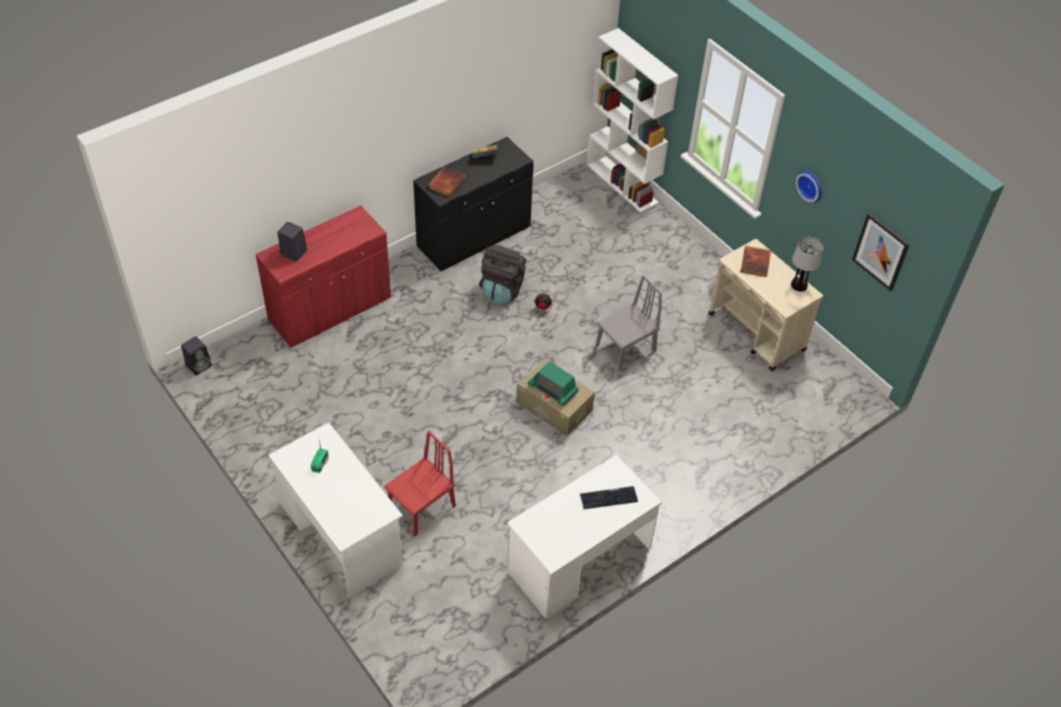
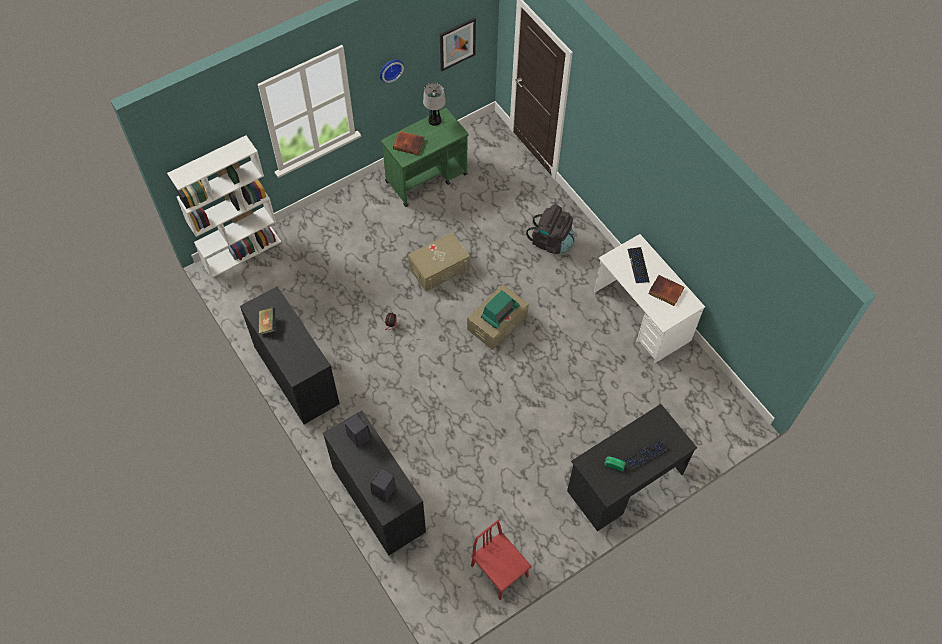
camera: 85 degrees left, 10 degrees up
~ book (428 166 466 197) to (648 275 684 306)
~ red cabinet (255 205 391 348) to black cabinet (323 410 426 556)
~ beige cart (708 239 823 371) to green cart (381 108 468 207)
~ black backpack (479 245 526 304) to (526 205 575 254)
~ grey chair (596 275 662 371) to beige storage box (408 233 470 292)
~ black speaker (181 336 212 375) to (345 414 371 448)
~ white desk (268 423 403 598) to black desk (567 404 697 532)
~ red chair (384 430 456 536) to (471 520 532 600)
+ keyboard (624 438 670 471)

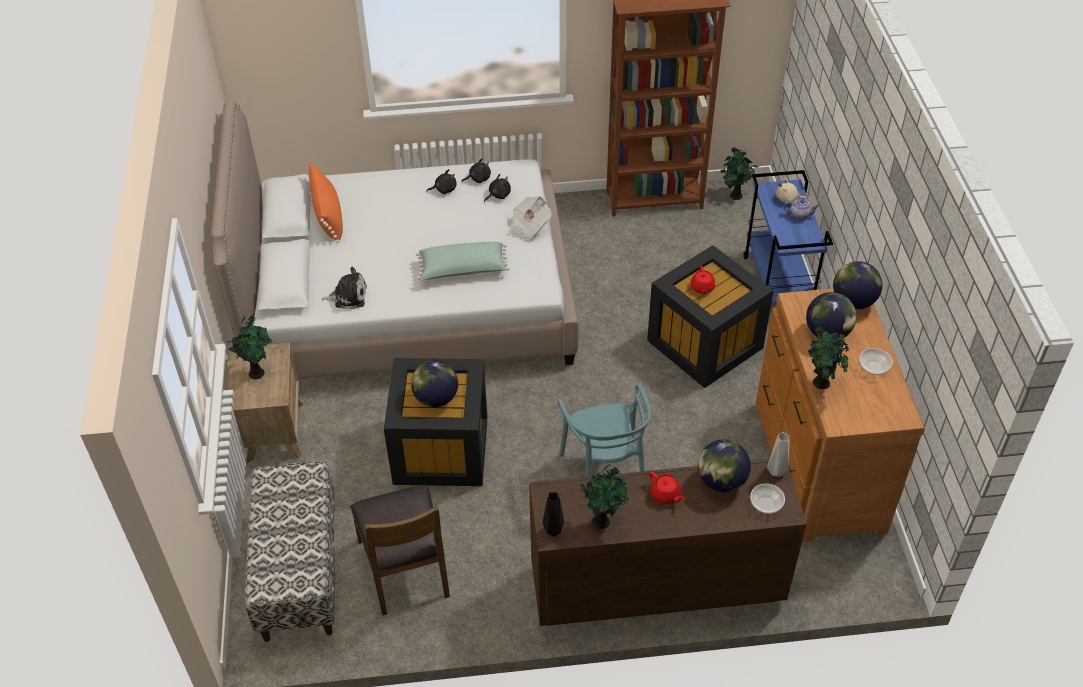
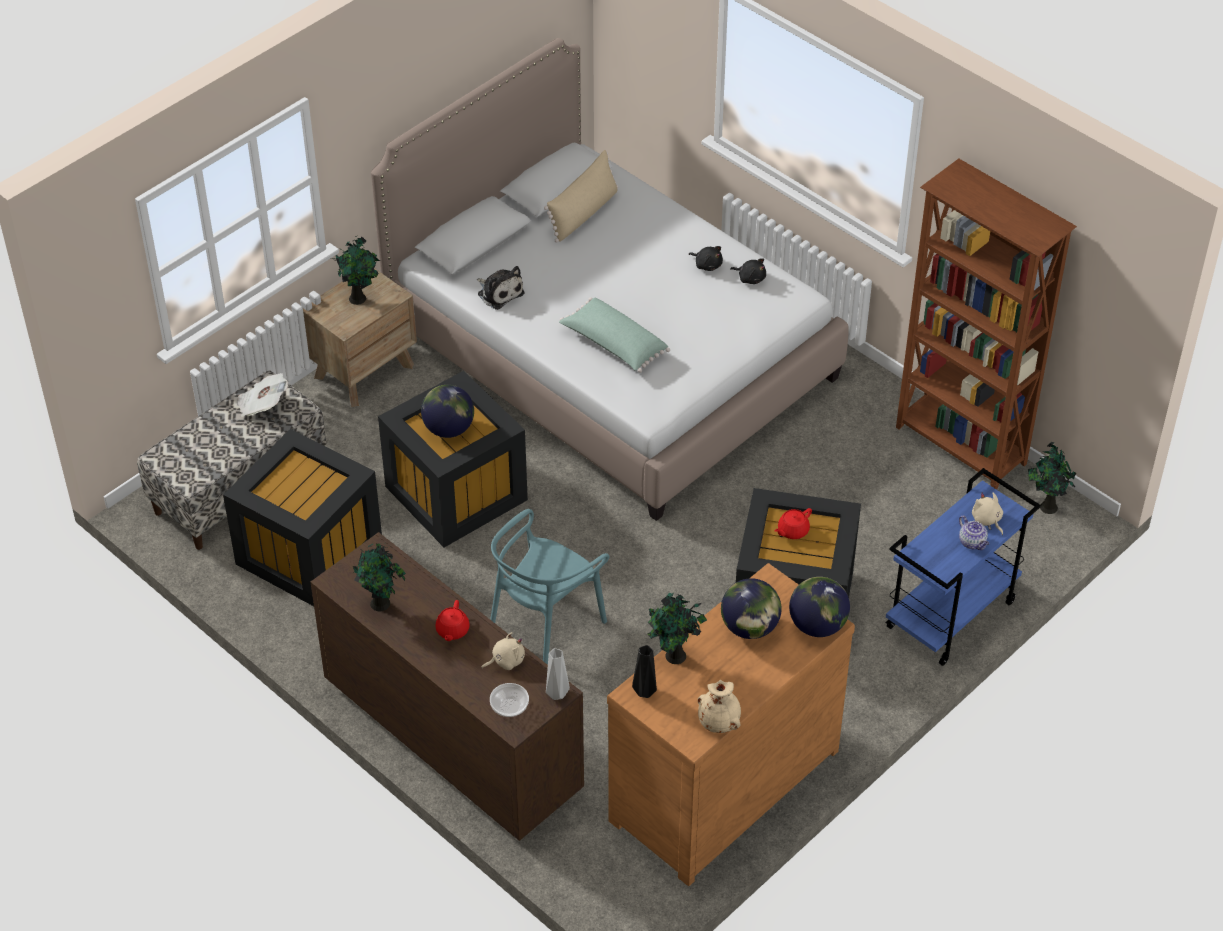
camera: 50 degrees right, 0 degrees up
~ orange pillow (309 163 343 243) to beige pillow (544 150 618 243)
- black plush toy (484 174 511 202)
~ newspaper (508 196 552 240) to (237 373 288 417)
- bowl (859 348 893 375)
~ globe (698 439 751 492) to beige plush toy (481 632 525 670)
~ brown chair (350 485 450 615) to black storage box (223 429 382 606)
~ black vase (543 492 564 537) to (632 645 657 698)
+ beige vase (698 680 741 733)

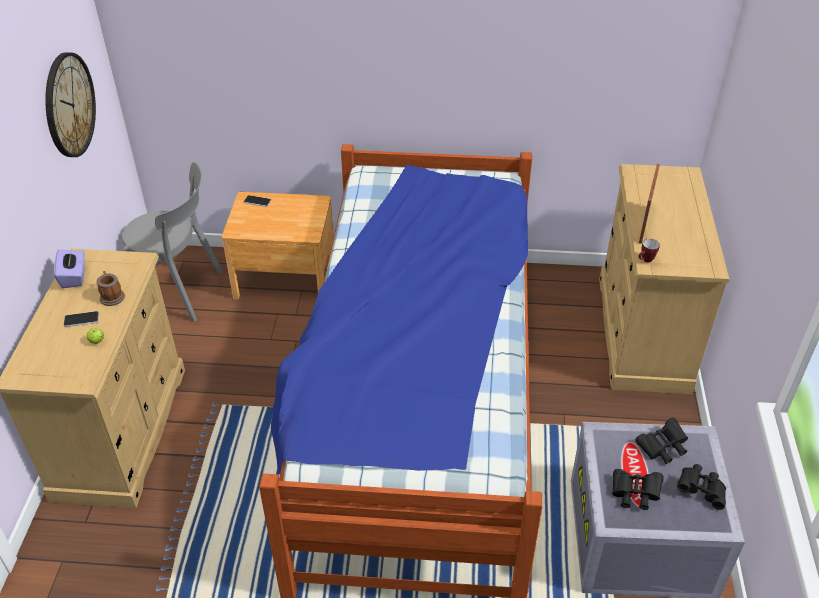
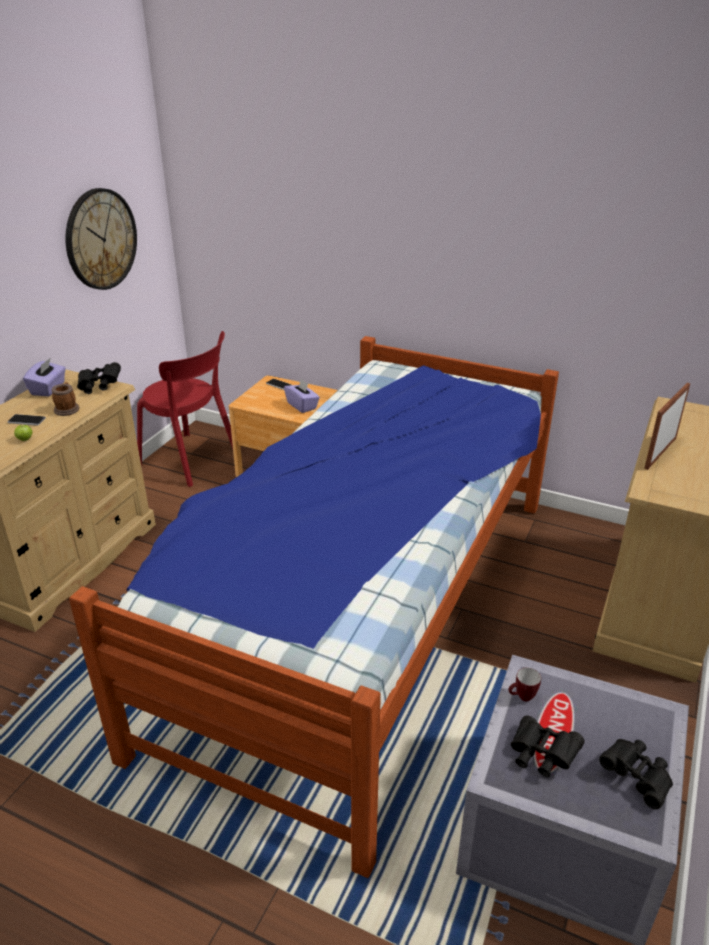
camera: 20 degrees right, 10 degrees down
~ grey chair (122 162 223 322) to red chair (137 331 233 487)
~ mug (638 239 660 262) to (509 668 541 701)
~ black binoculars (635 417 688 464) to (77 362 121 394)
+ purple tissue box (284 379 320 413)

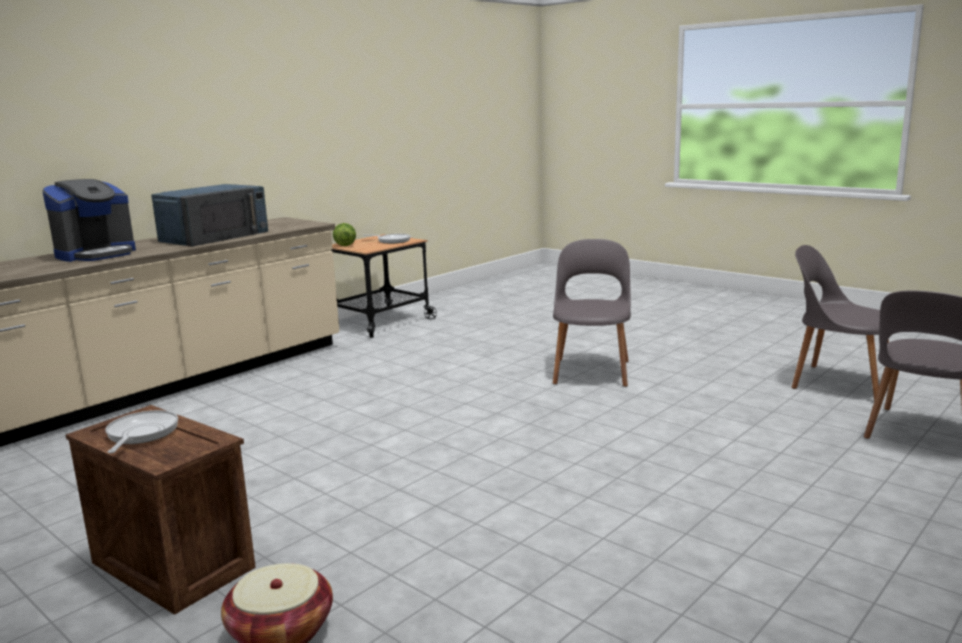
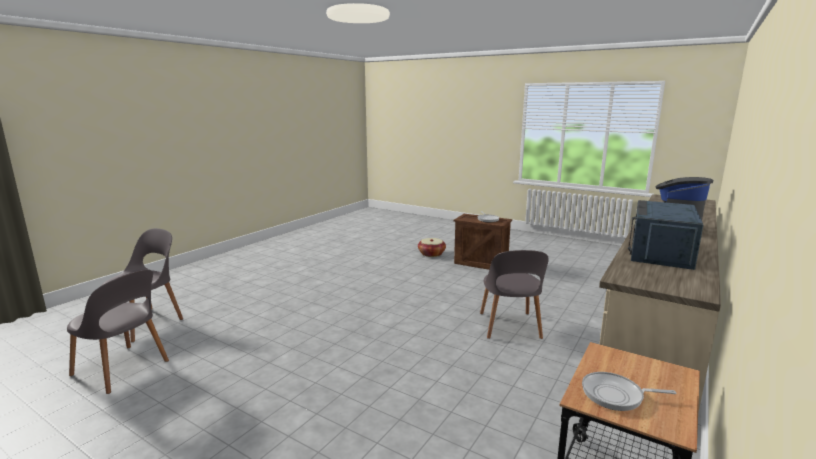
camera: 170 degrees right, 0 degrees up
- lettuce (333 223 356 246)
~ grey chair (553 239 631 387) to (480 250 549 339)

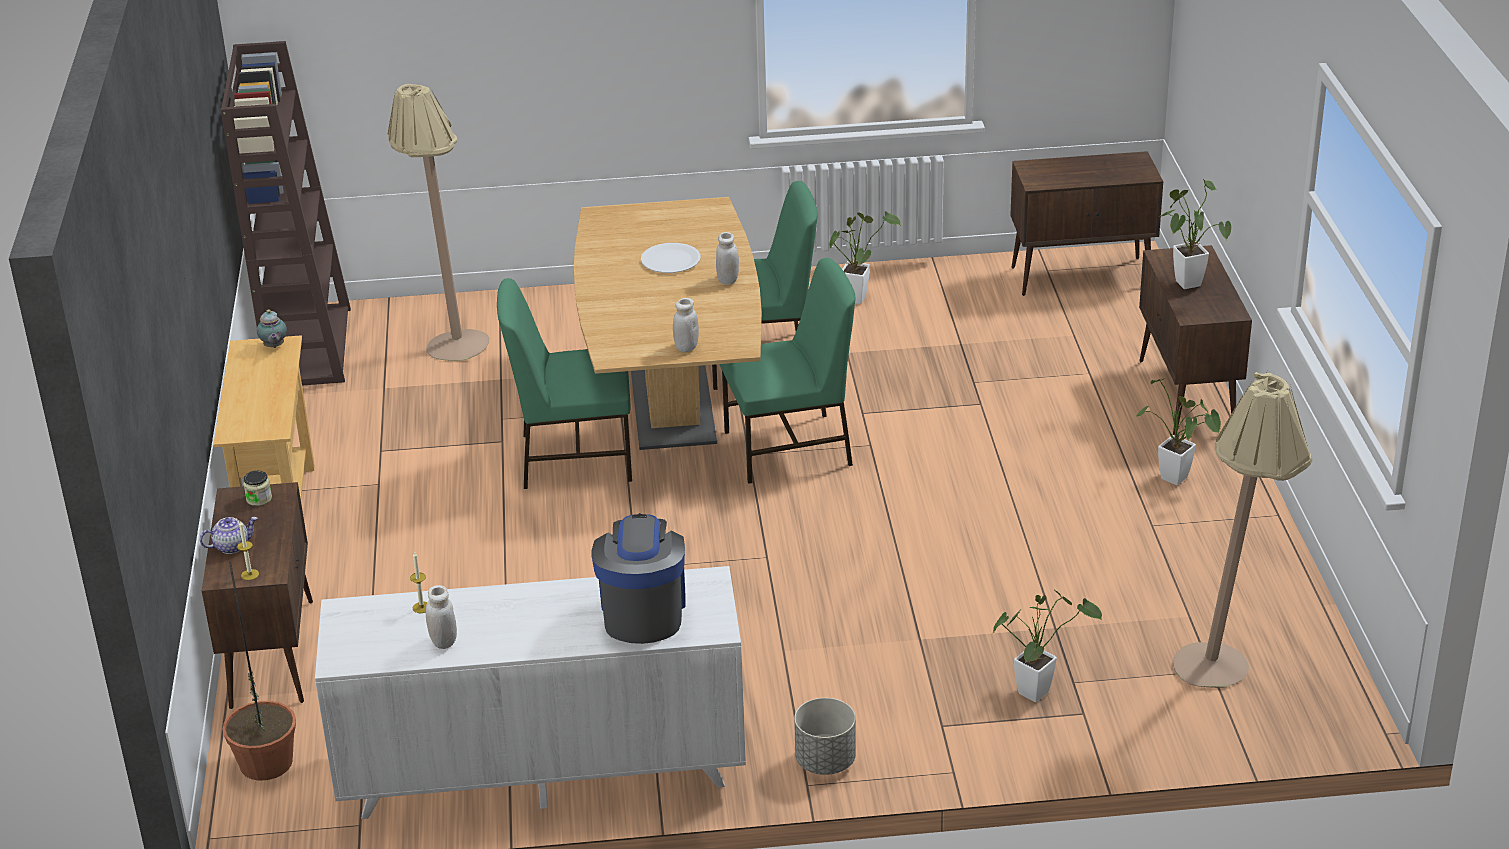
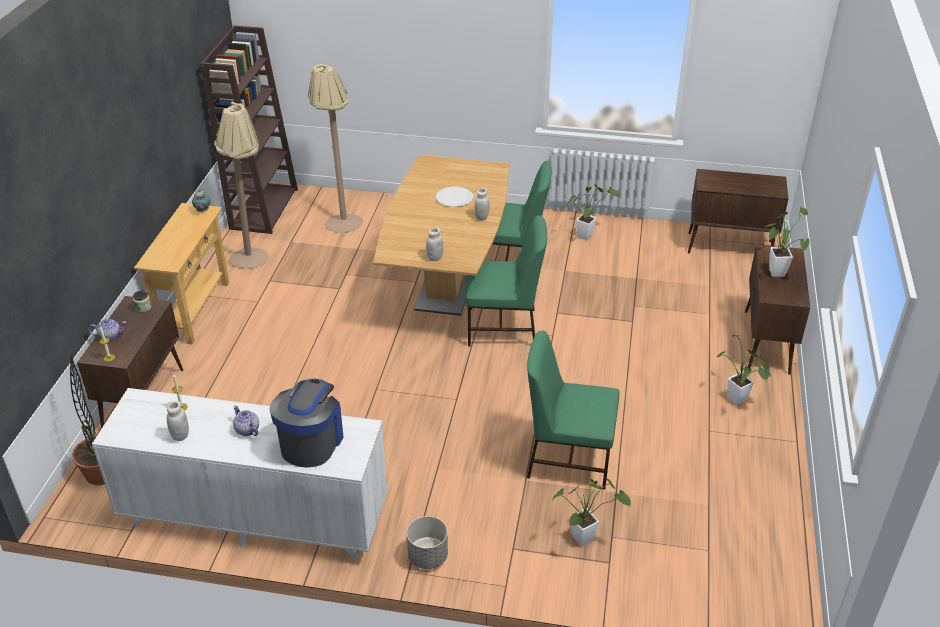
camera: 15 degrees right, 5 degrees up
~ green chair (497 278 632 489) to (527 331 620 490)
~ beige floor lamp (1173 372 1312 688) to (214 102 269 269)
+ teapot (233 406 259 436)

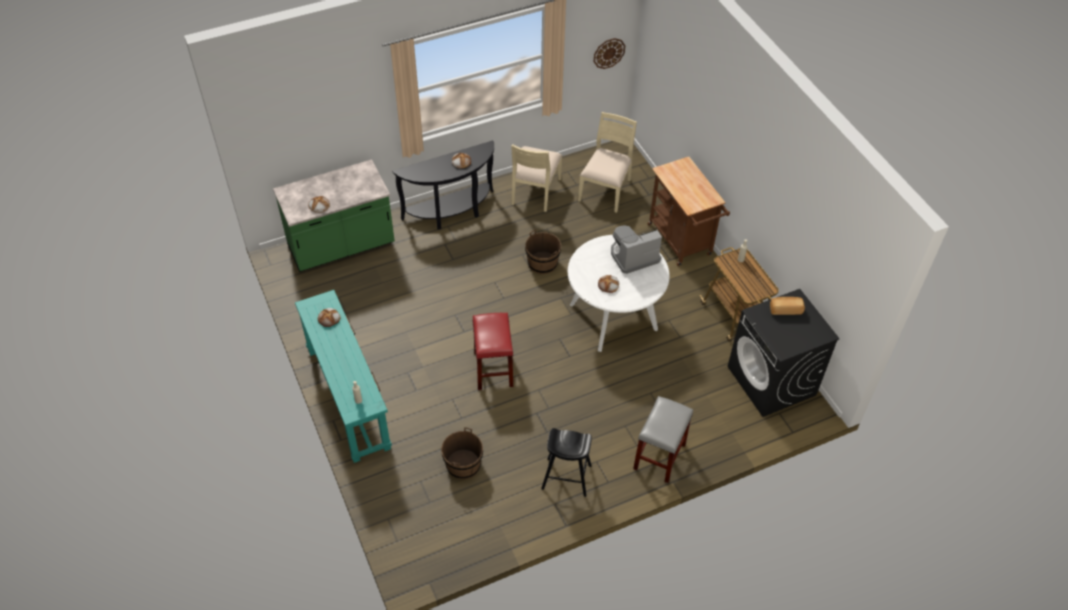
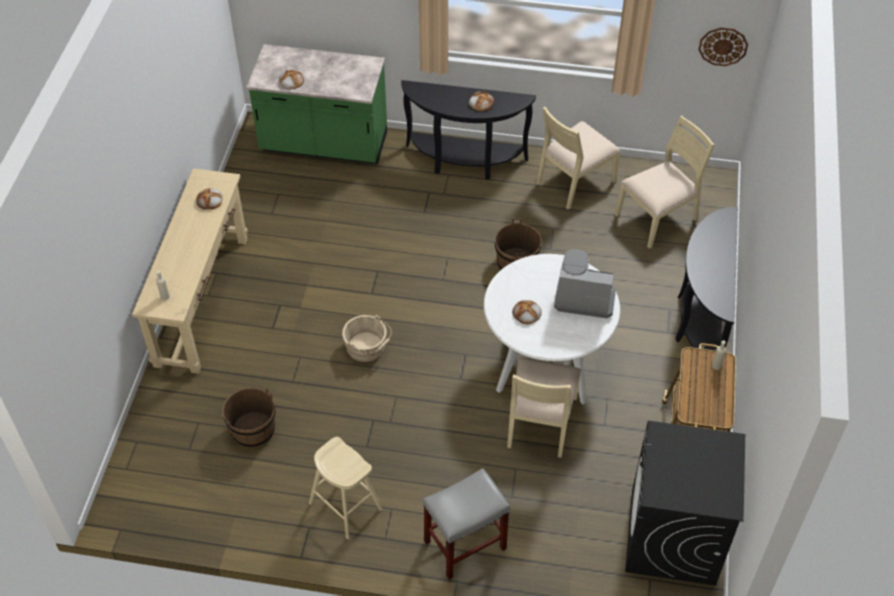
camera: 35 degrees right, 0 degrees up
~ brown cart (648 157 730 266) to black console table (676 207 738 351)
~ turquoise console table (295 290 392 463) to beige console table (132 168 248 374)
- bread (770 297 805 315)
~ red stool (472 313 513 390) to beige bucket (342 314 392 362)
~ black stool (541 428 592 497) to beige stool (309 437 382 539)
+ beige chair (507 358 581 458)

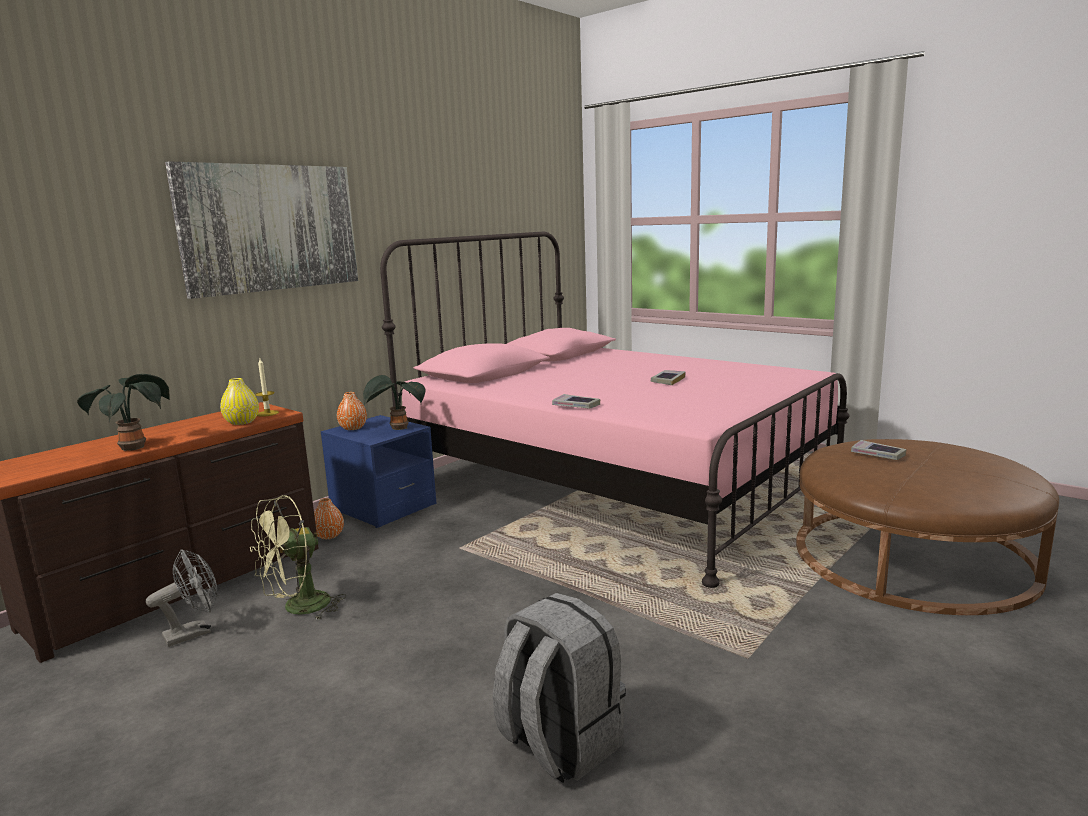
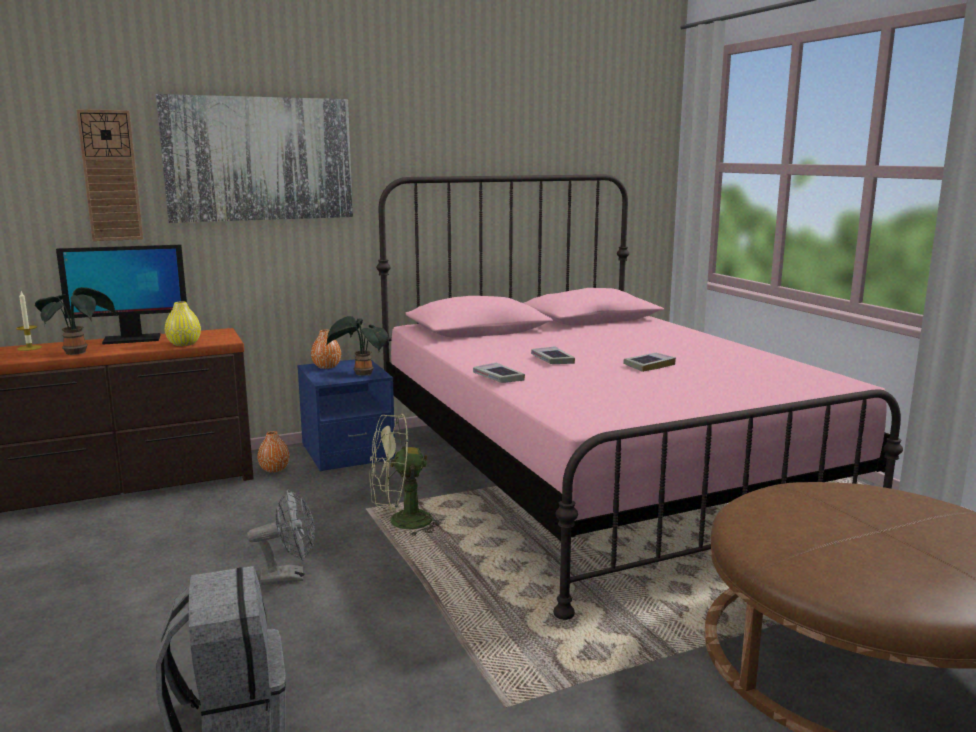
camera: 25 degrees right, 0 degrees up
~ candle (255 358 279 417) to (16 292 42 351)
~ book (851 440 906 460) to (531 346 575 364)
~ green fan (250 495 346 620) to (369 414 445 537)
~ grey fan (146 549 217 647) to (247 490 315 585)
+ wall clock (76 109 143 241)
+ monitor (56 245 187 345)

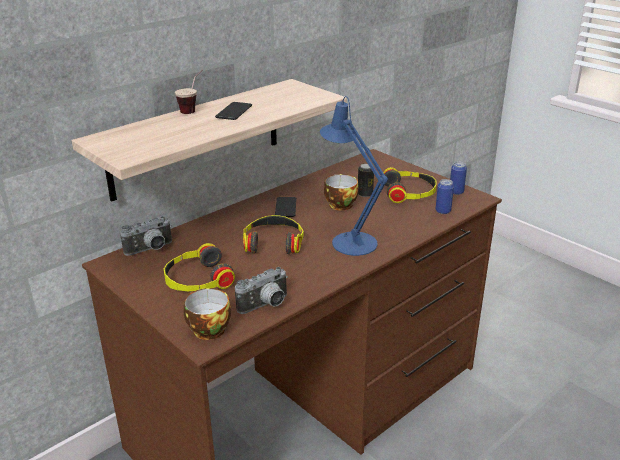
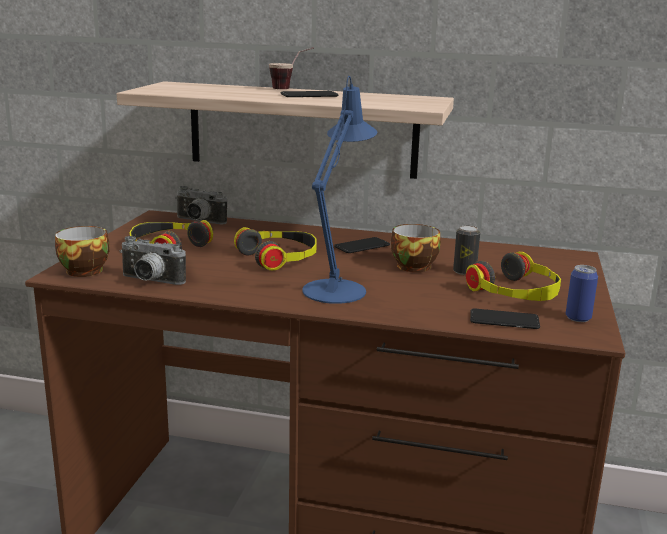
camera: 55 degrees right, 10 degrees down
~ can (436 179 454 214) to phone (470 308 540 329)

